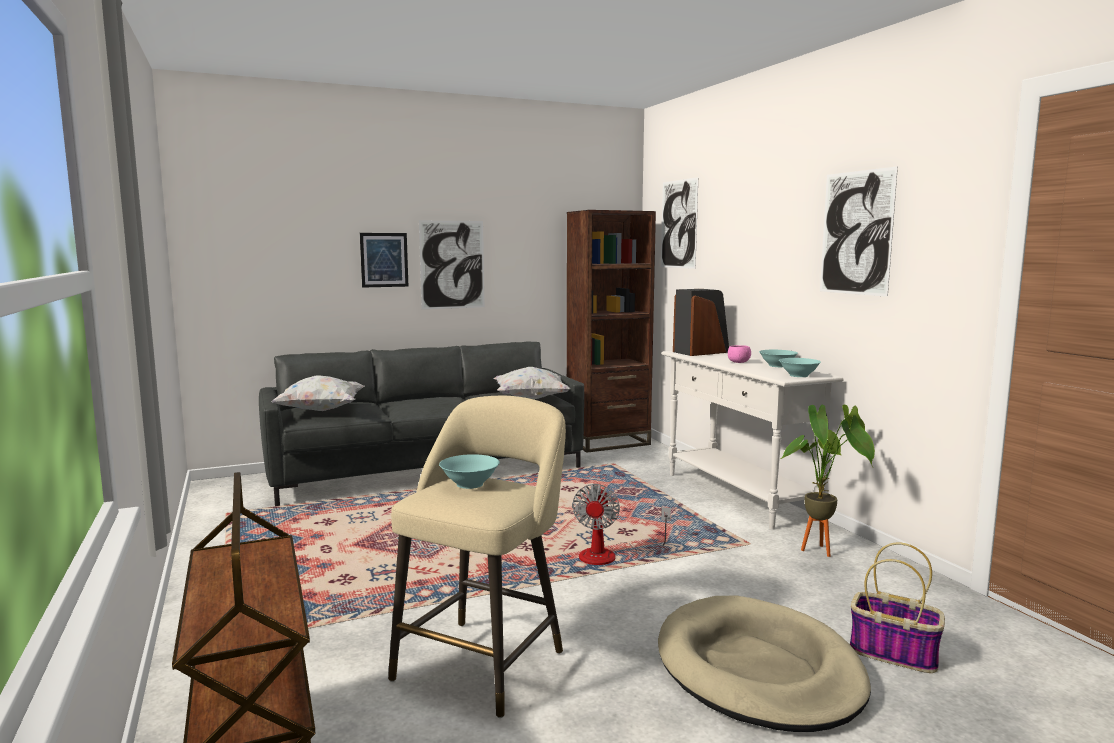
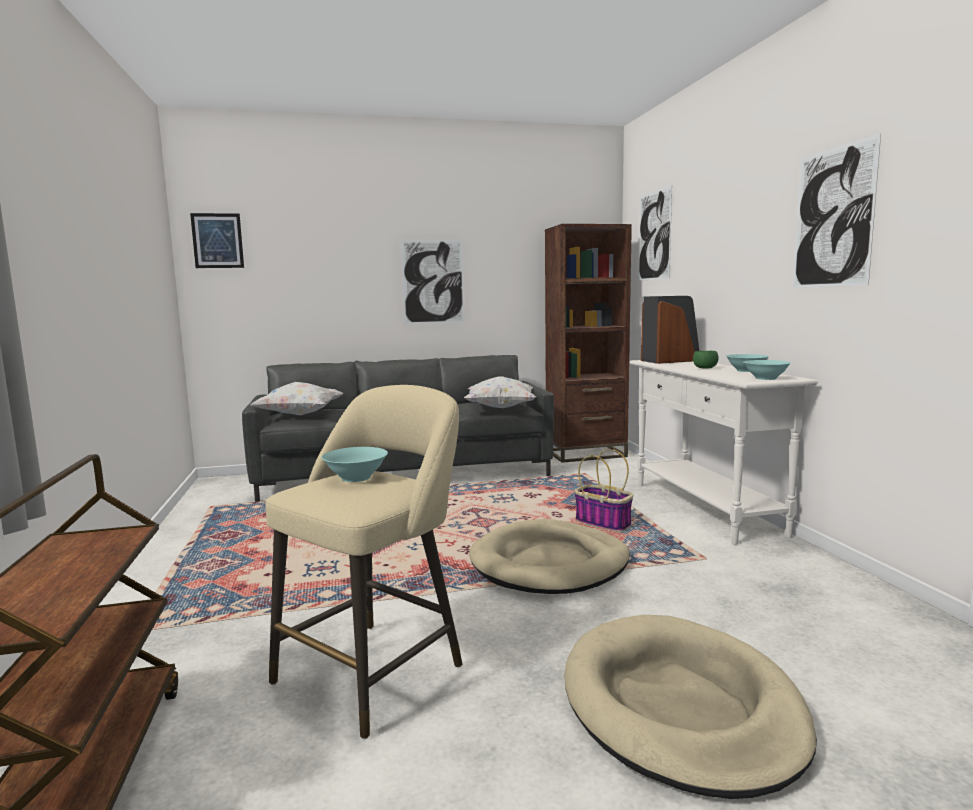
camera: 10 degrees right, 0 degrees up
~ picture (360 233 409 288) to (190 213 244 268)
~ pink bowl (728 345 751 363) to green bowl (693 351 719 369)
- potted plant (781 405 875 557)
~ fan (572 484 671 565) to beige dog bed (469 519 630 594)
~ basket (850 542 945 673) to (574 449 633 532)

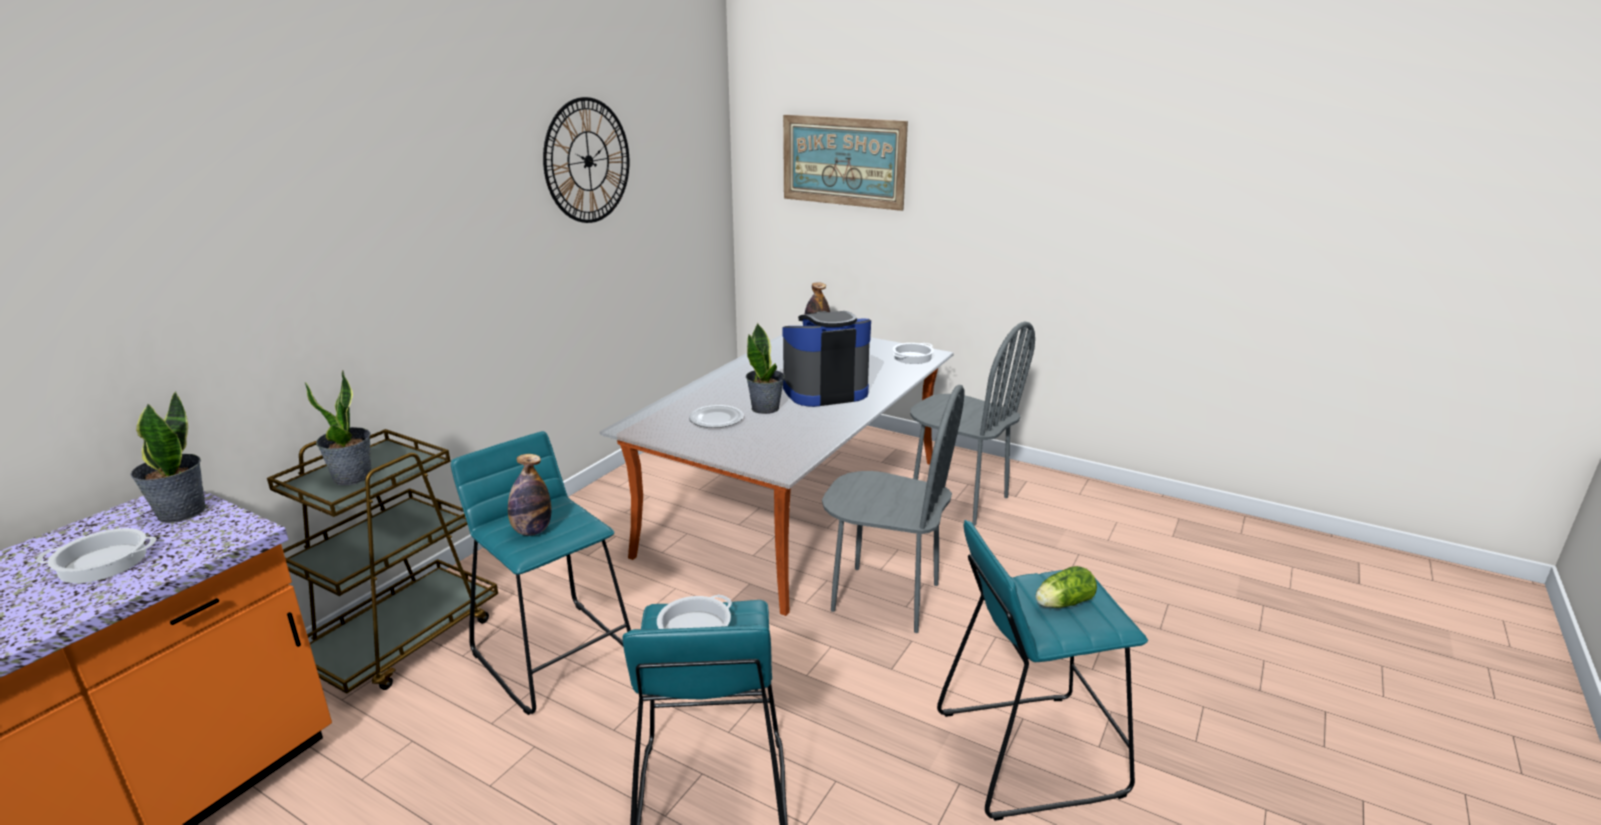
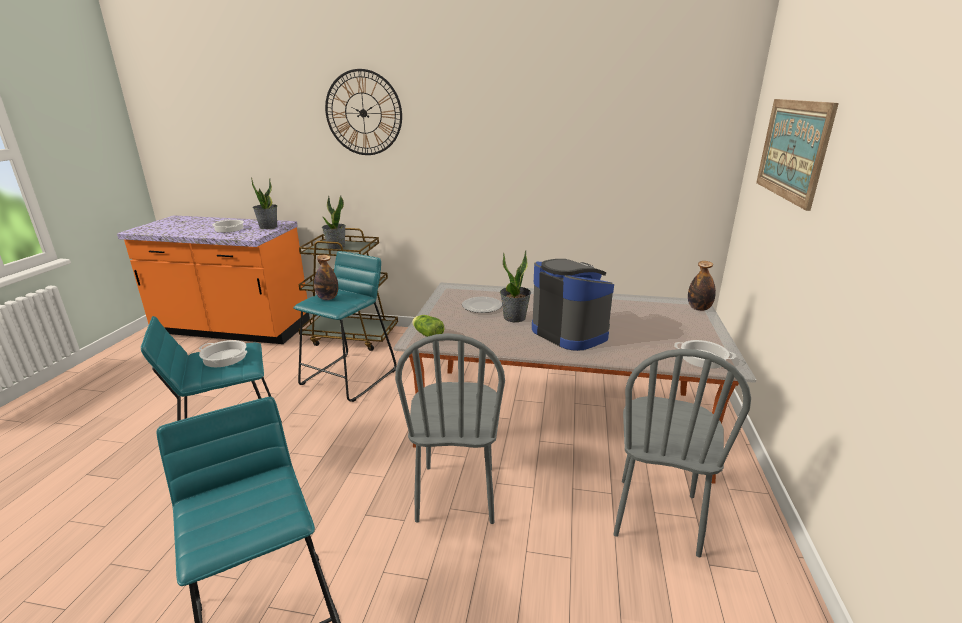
camera: 70 degrees right, 0 degrees up
~ wall clock (543 97 629 223) to (325 69 402 155)
~ lettuce (1036 566 1097 608) to (412 315 444 337)

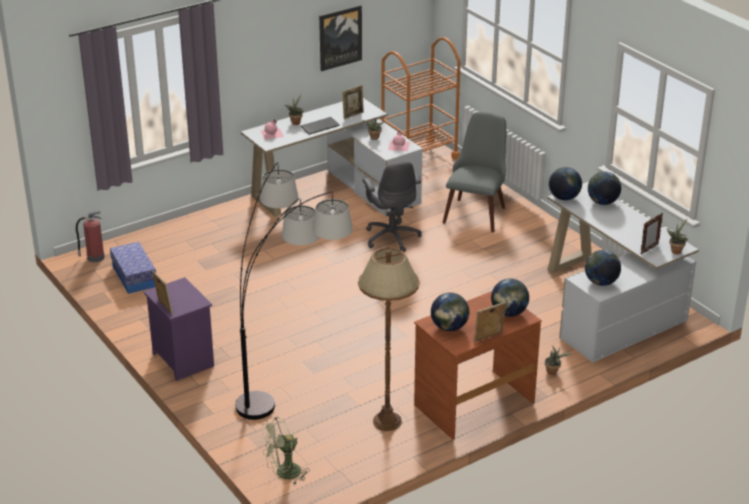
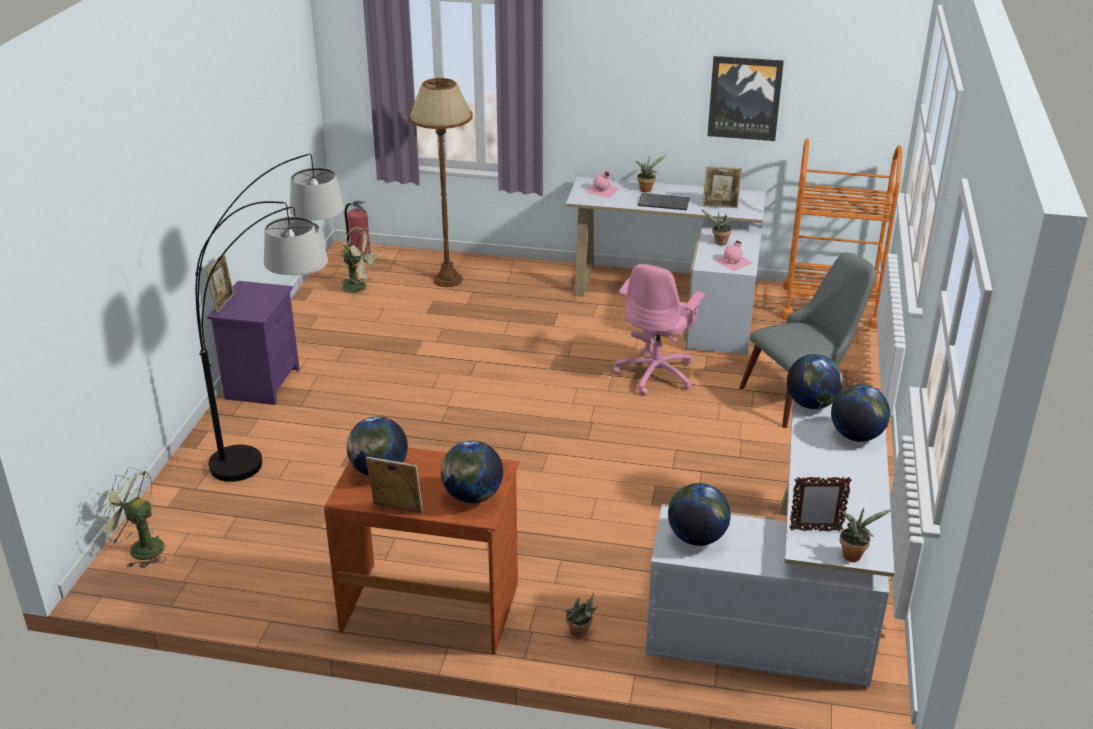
camera: 45 degrees right, 0 degrees up
~ grey office chair (363 162 421 252) to pink office chair (614 264 705 396)
~ storage box (110 242 156 294) to green fan (339 227 379 298)
~ brown floor lamp (358 247 419 431) to (408 78 472 287)

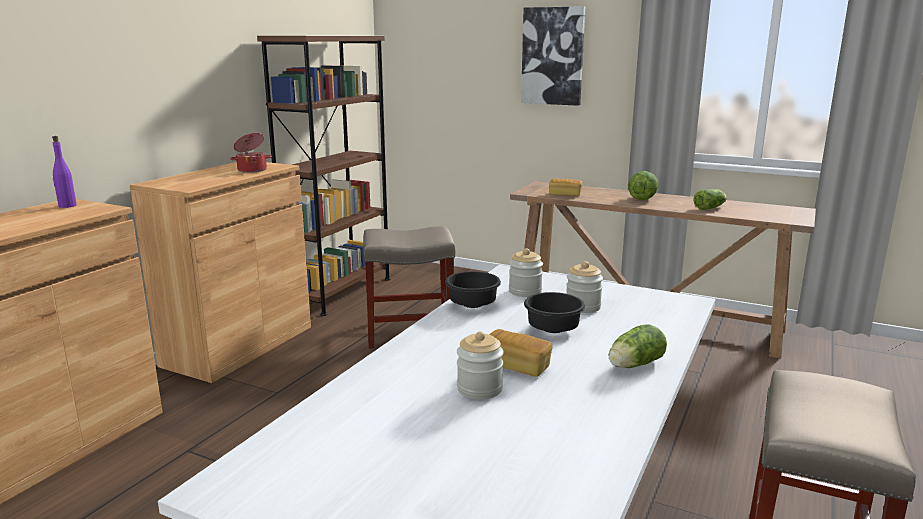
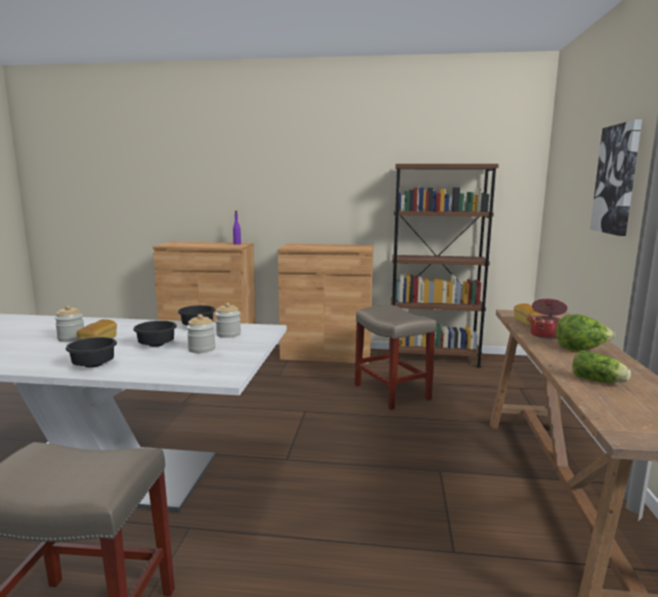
camera: 70 degrees right, 5 degrees down
~ cooking pot (230 133 272 173) to (527 299 567 339)
~ lettuce (609 324 667 368) to black bowl (65 337 117 368)

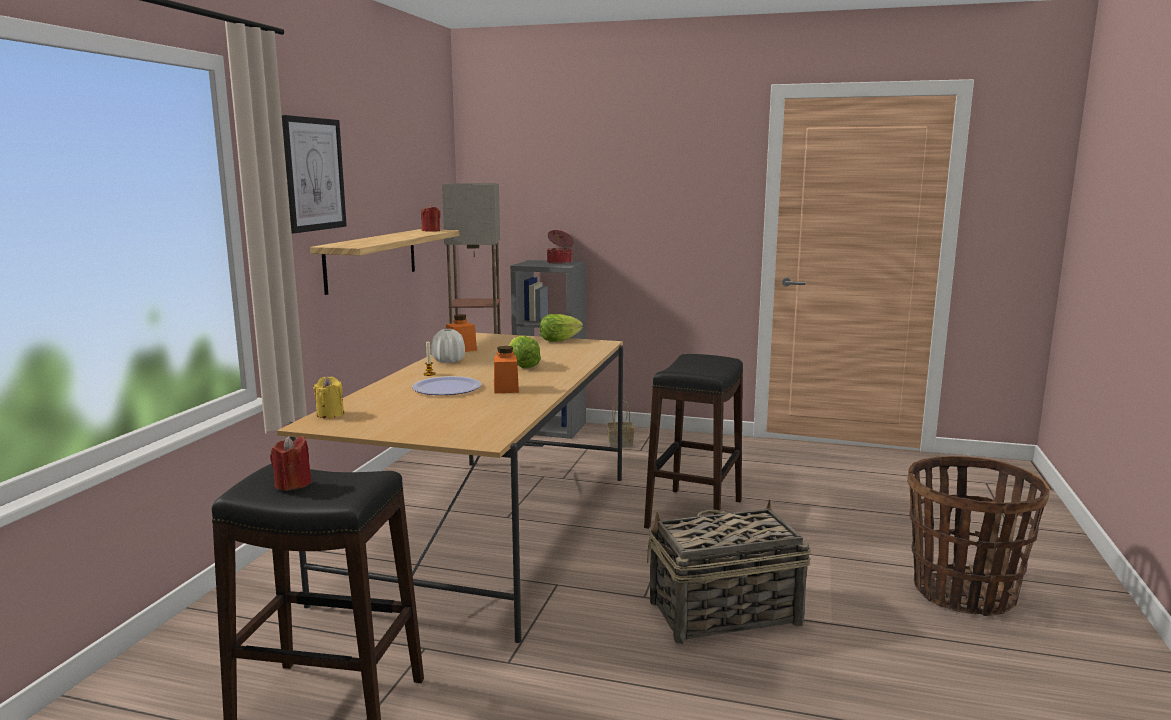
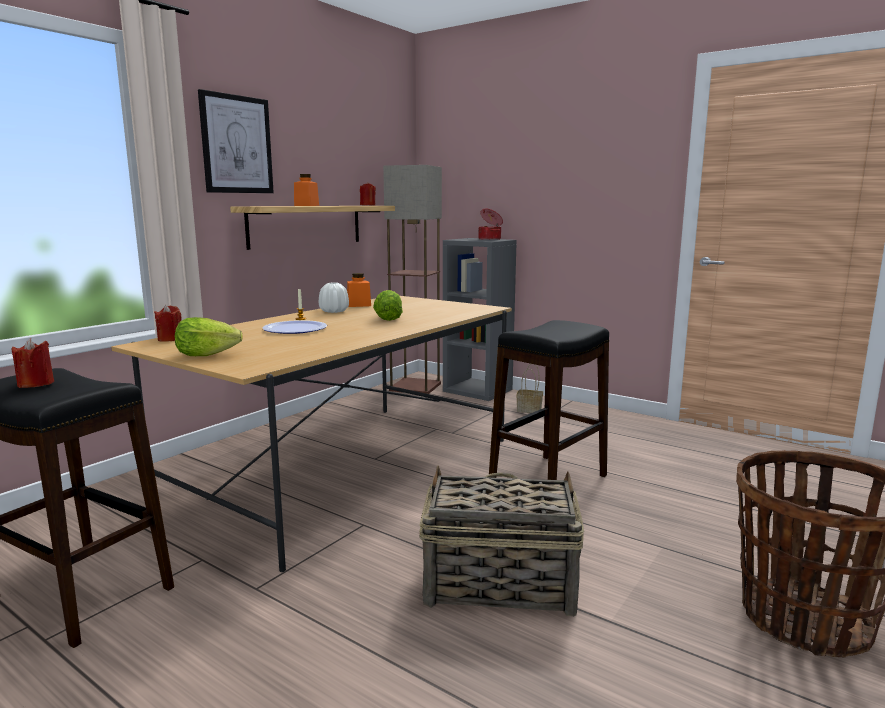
camera: 20 degrees right, 0 degrees up
~ lettuce (540 314 583 342) to (175 317 243 356)
~ orange jar (494 346 519 394) to (294 174 319 206)
~ yellow candle (313 376 344 419) to red candle (154 305 182 342)

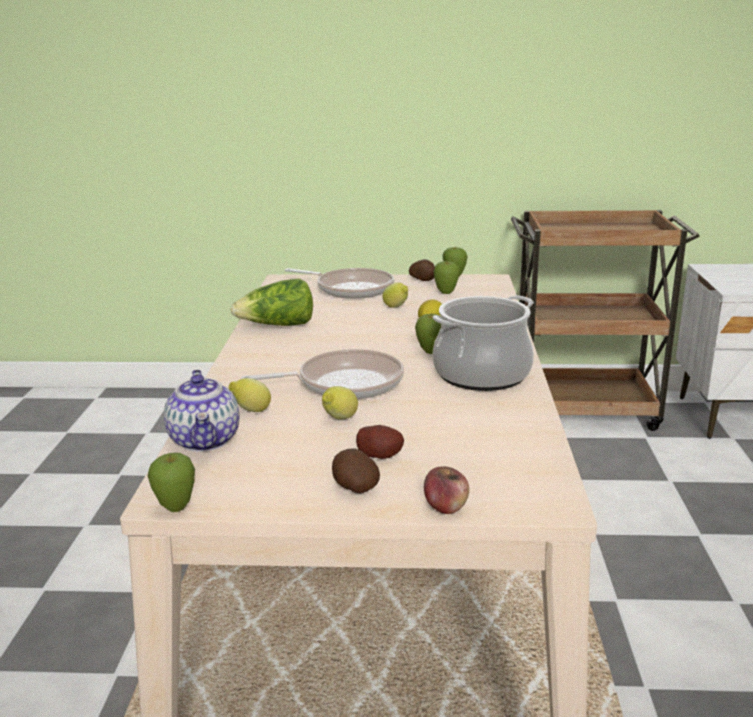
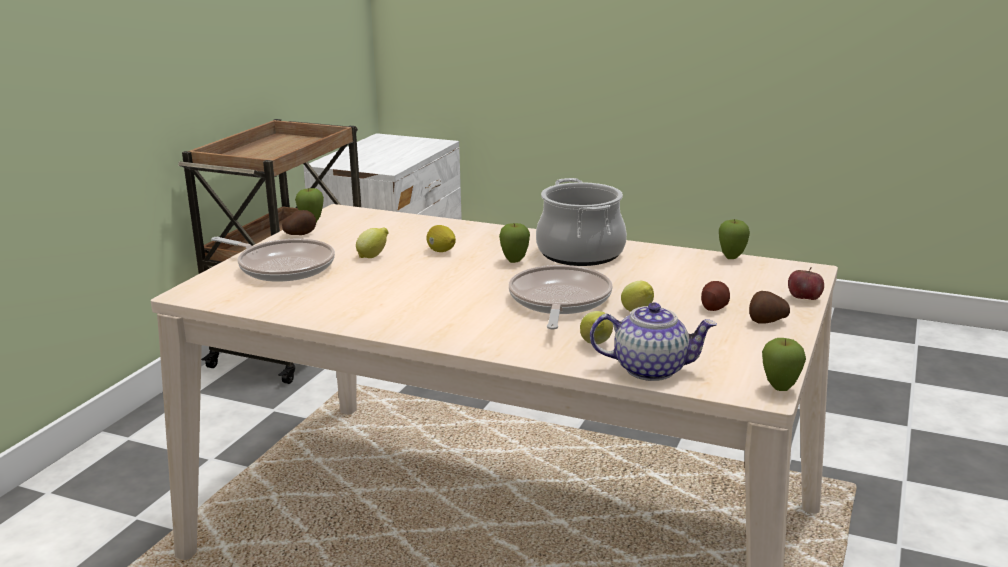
camera: 70 degrees left, 0 degrees up
~ apple (433 261 460 294) to (719 219 750 259)
~ frying pan (285 268 394 299) = (211 237 335 282) 75 degrees clockwise
- lettuce (231 279 313 326)

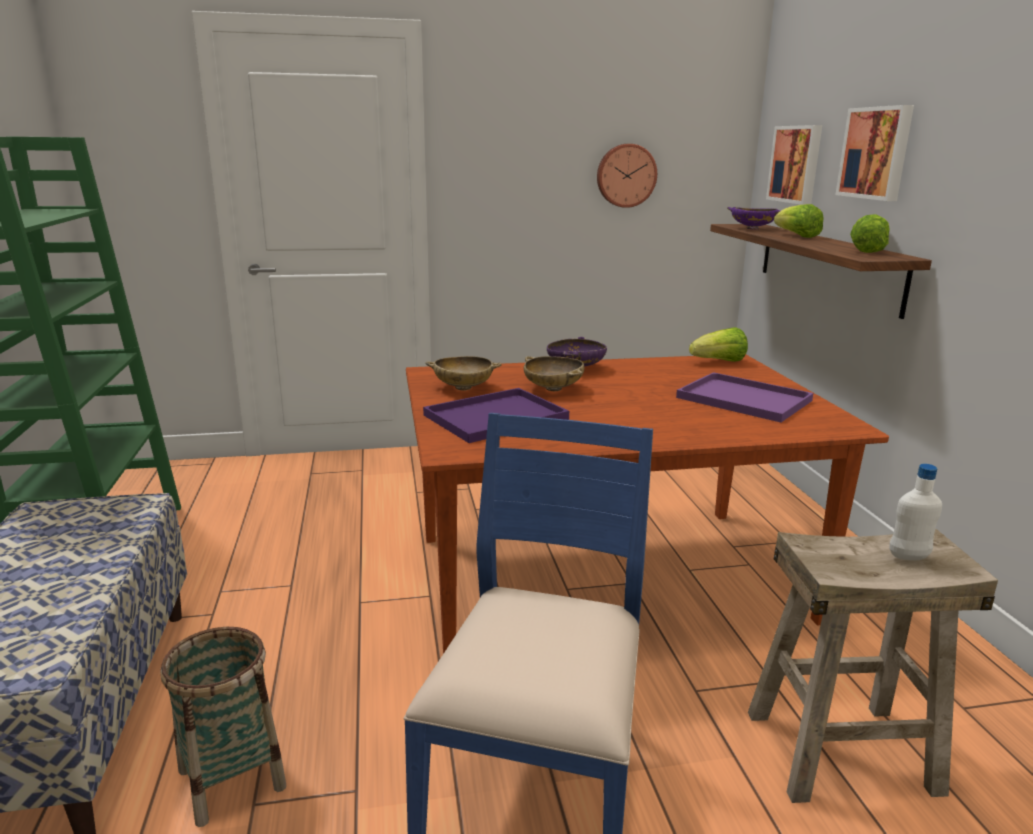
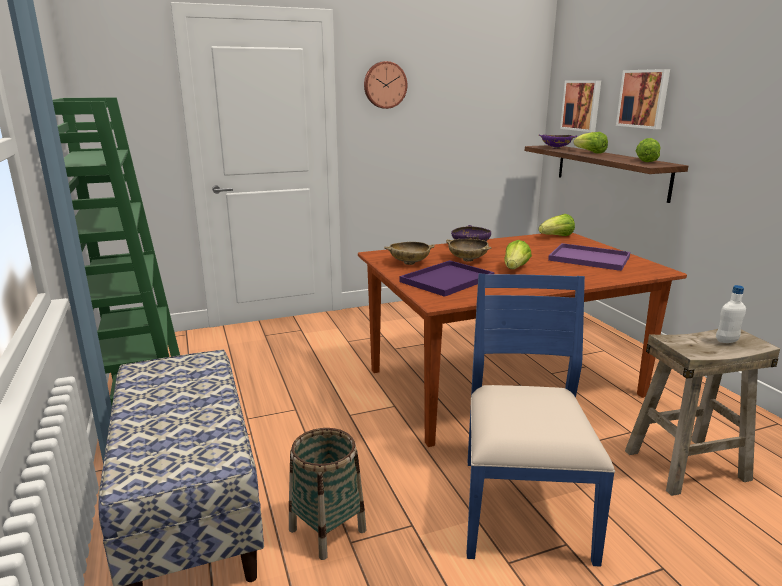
camera: 10 degrees left, 0 degrees up
~ wall clock (597 144 657 208) to (364 61 407 109)
+ lettuce (505 240 532 269)

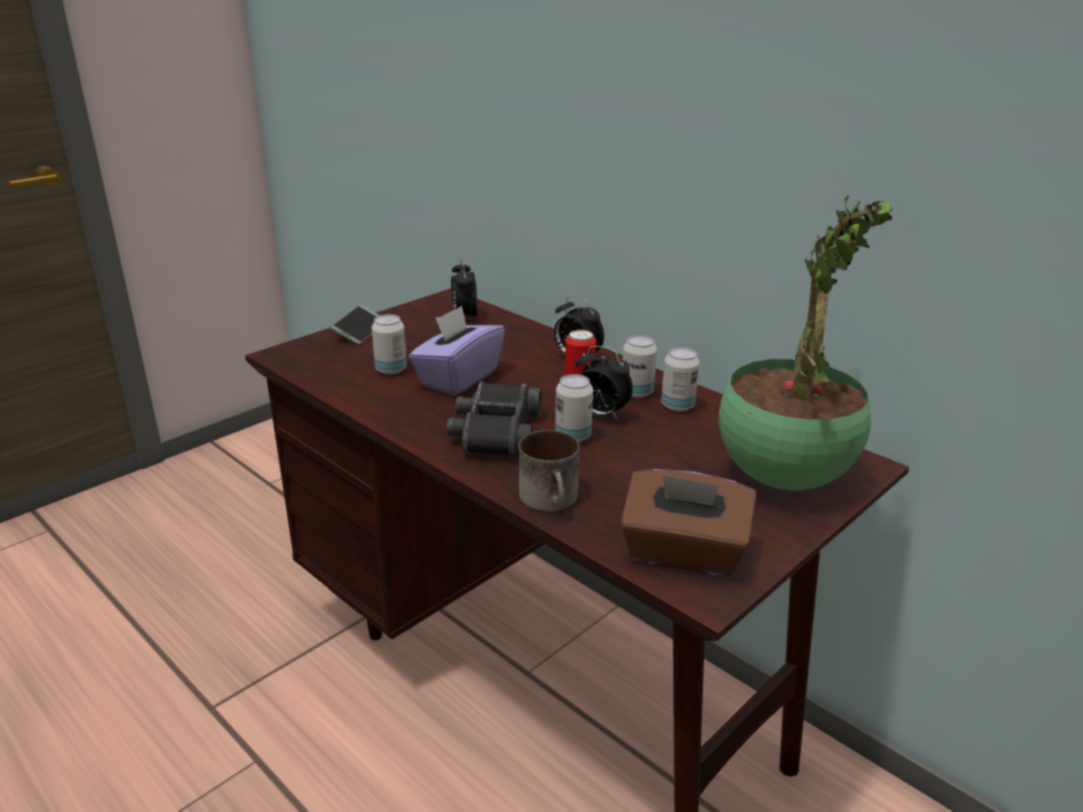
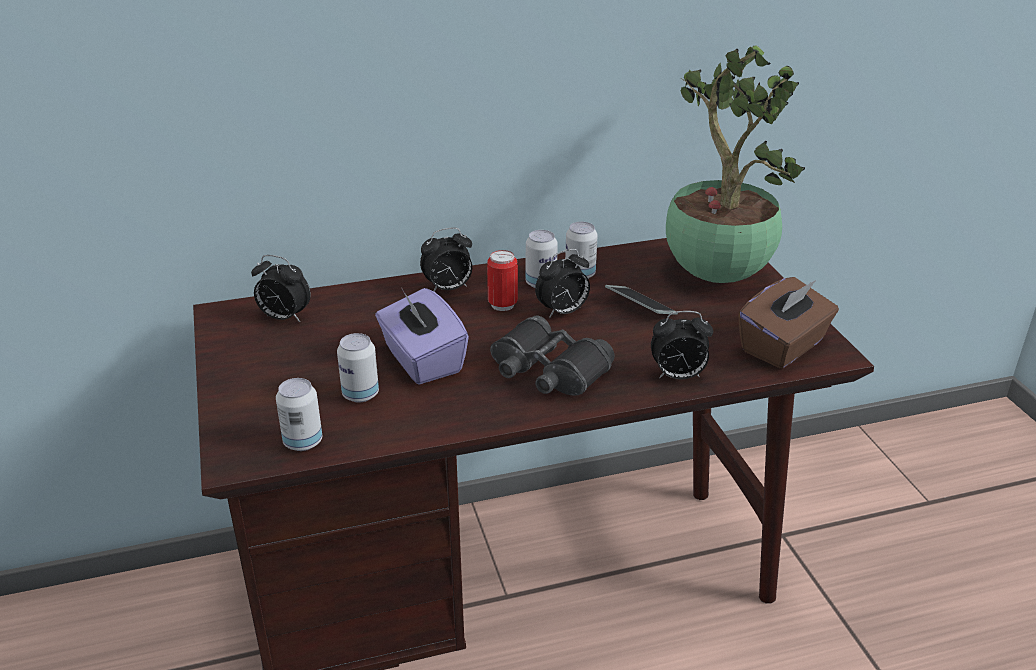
camera: 60 degrees left, 5 degrees up
~ phone (331 305 380 345) to (605 285 678 315)
~ can (555 374 593 442) to (276 378 322 451)
~ mug (519 430 580 511) to alarm clock (651 311 713 379)

